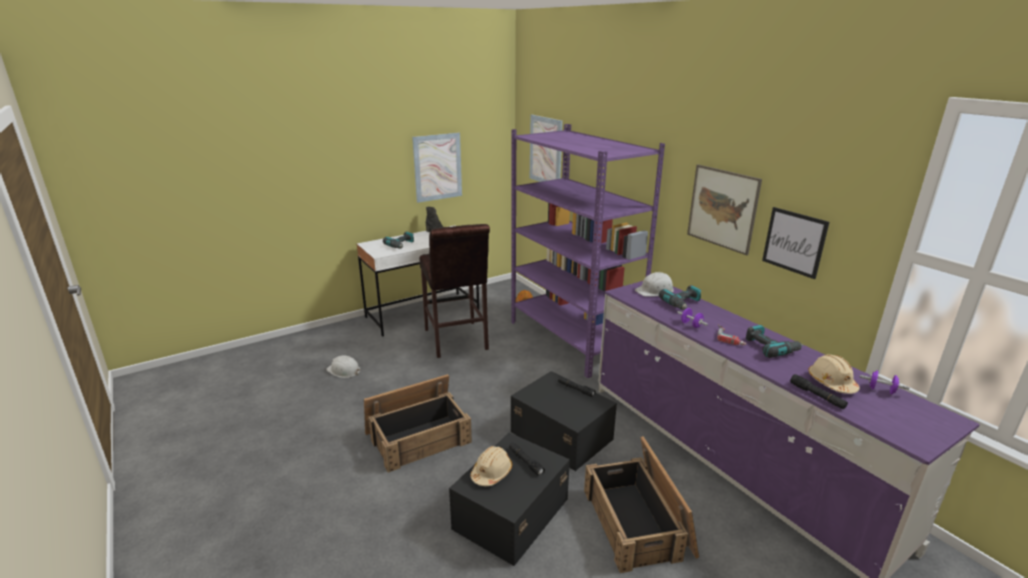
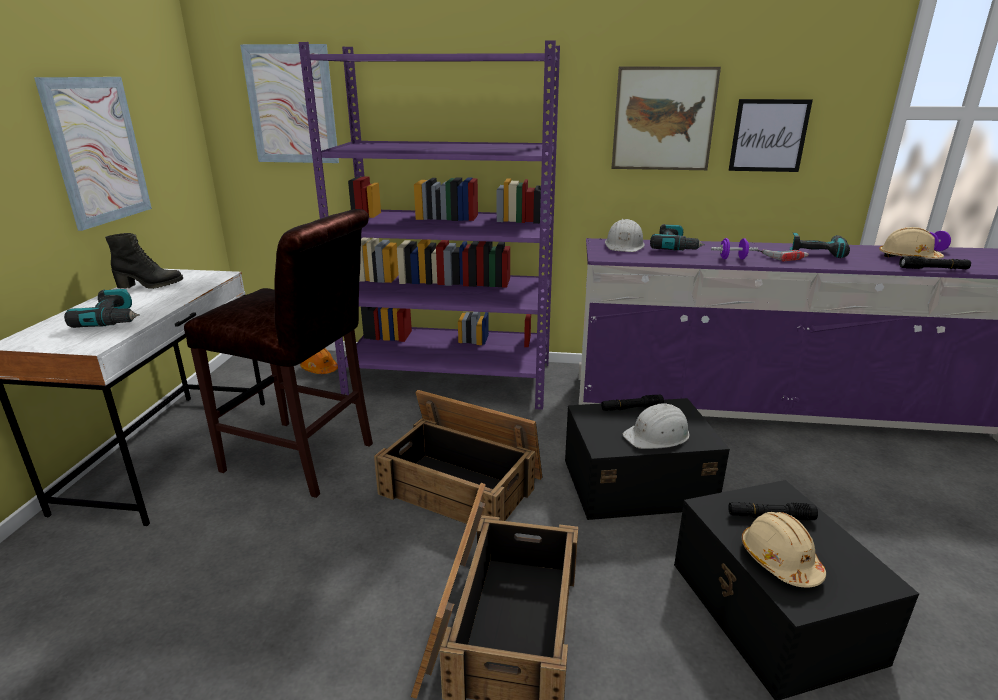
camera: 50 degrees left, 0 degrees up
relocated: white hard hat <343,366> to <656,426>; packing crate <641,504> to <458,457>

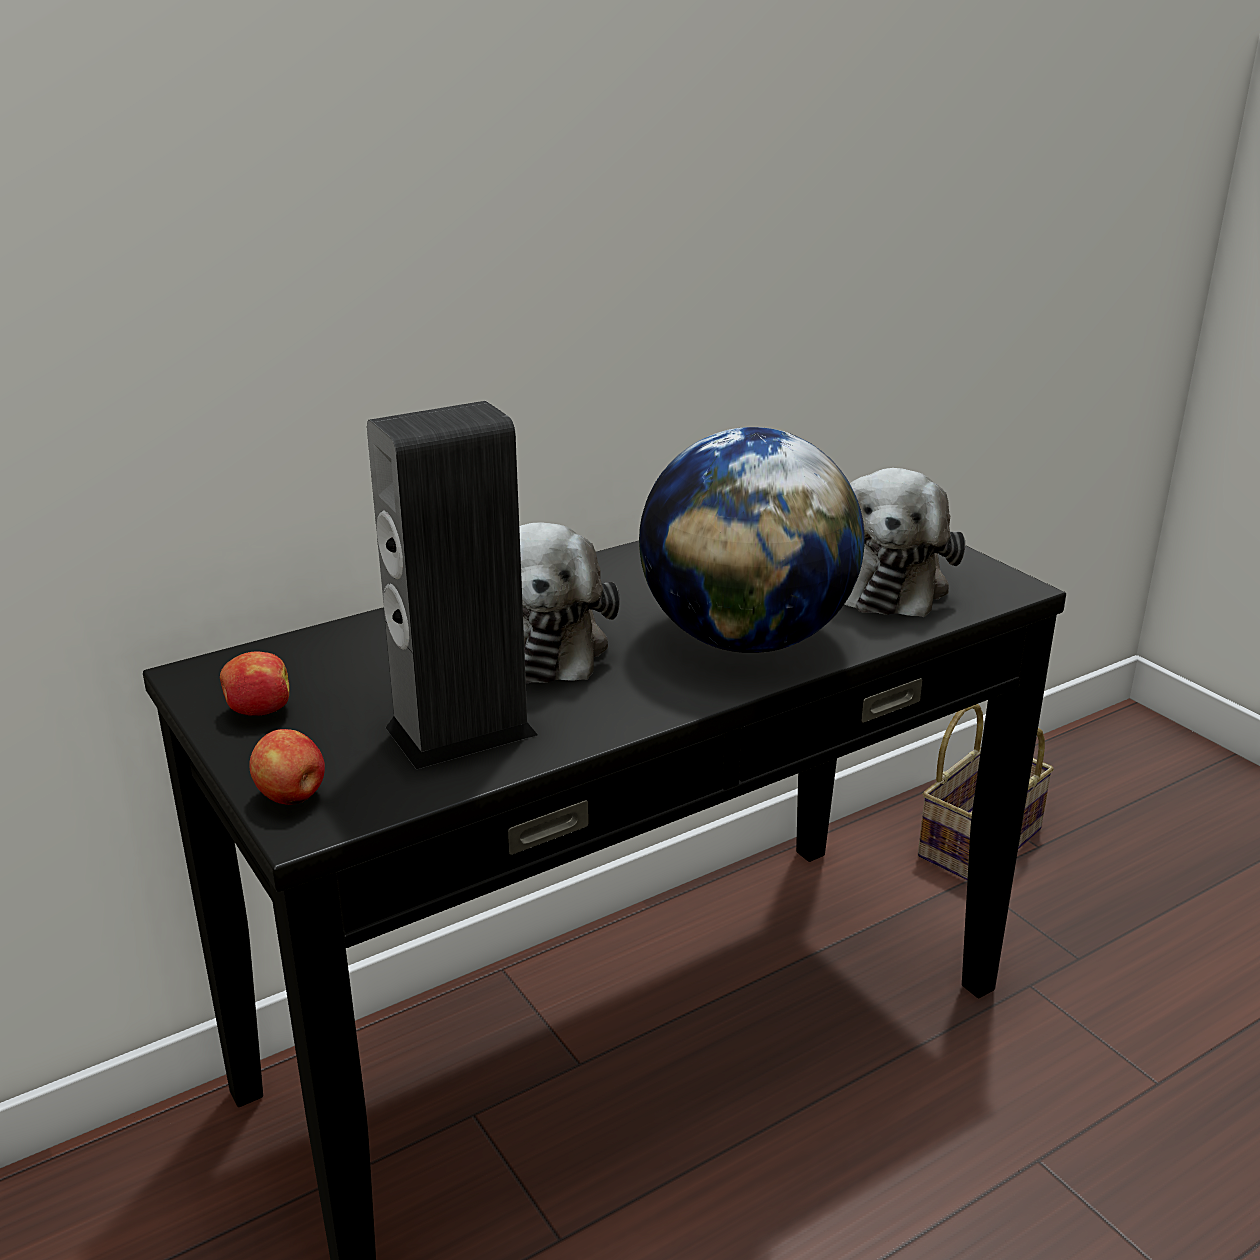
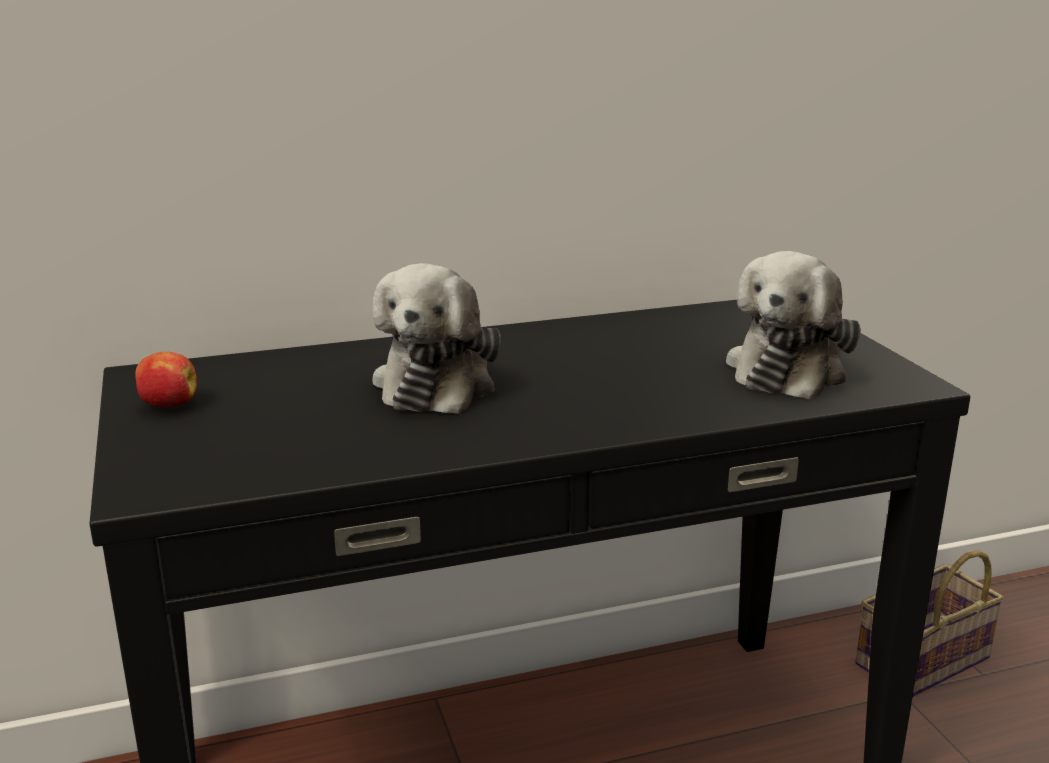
camera: 15 degrees right, 5 degrees down
missing: audio speaker <452,585>; desk globe <752,540>; apple fruit <287,767>

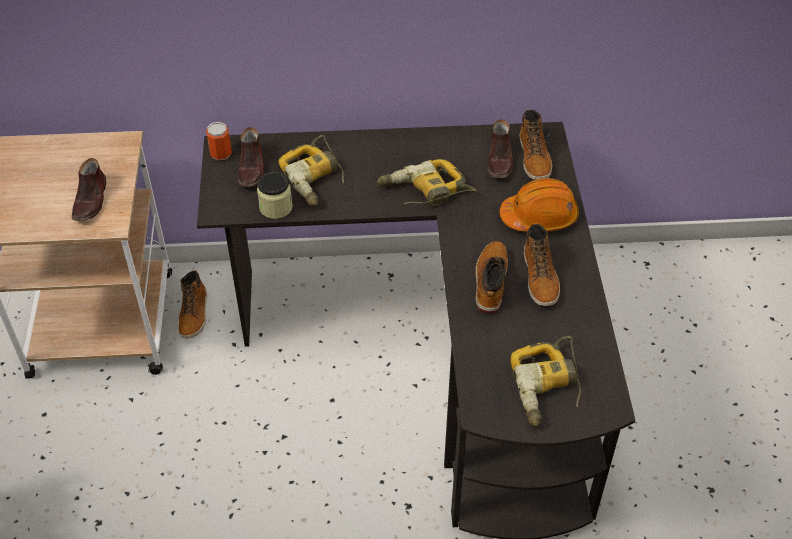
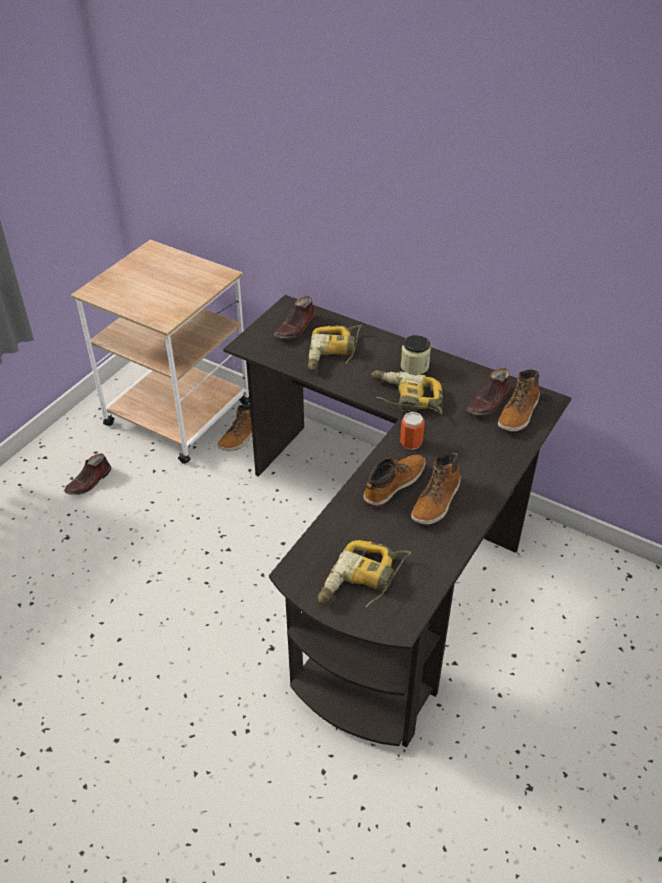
camera: 35 degrees right, 5 degrees down
missing: orange hard hat <539,205>
relocated: can <219,141> to <412,431>; brown-coloured shoe <89,189> to <87,474>; jar <275,195> to <416,355>

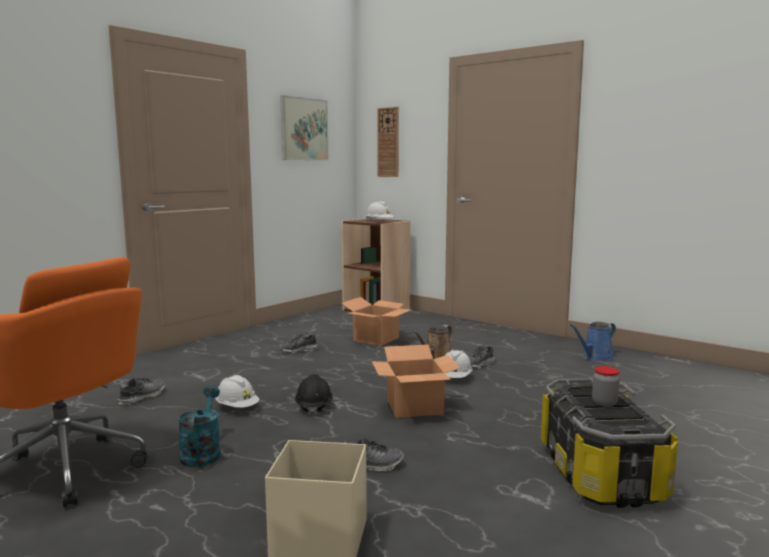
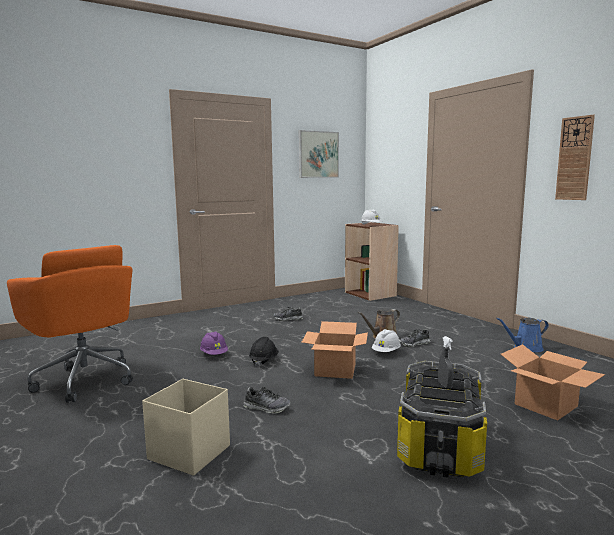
camera: 20 degrees right, 0 degrees up
missing: shoe <141,391>; turquoise-coloured watering can <199,426>
relocated: wall clock <388,142> to <575,157>; carton <377,321> to <553,382>
exchanged: jar <606,386> to gray sprayer <446,362>
colour: white hard hat <237,391> to purple hard hat <214,343>

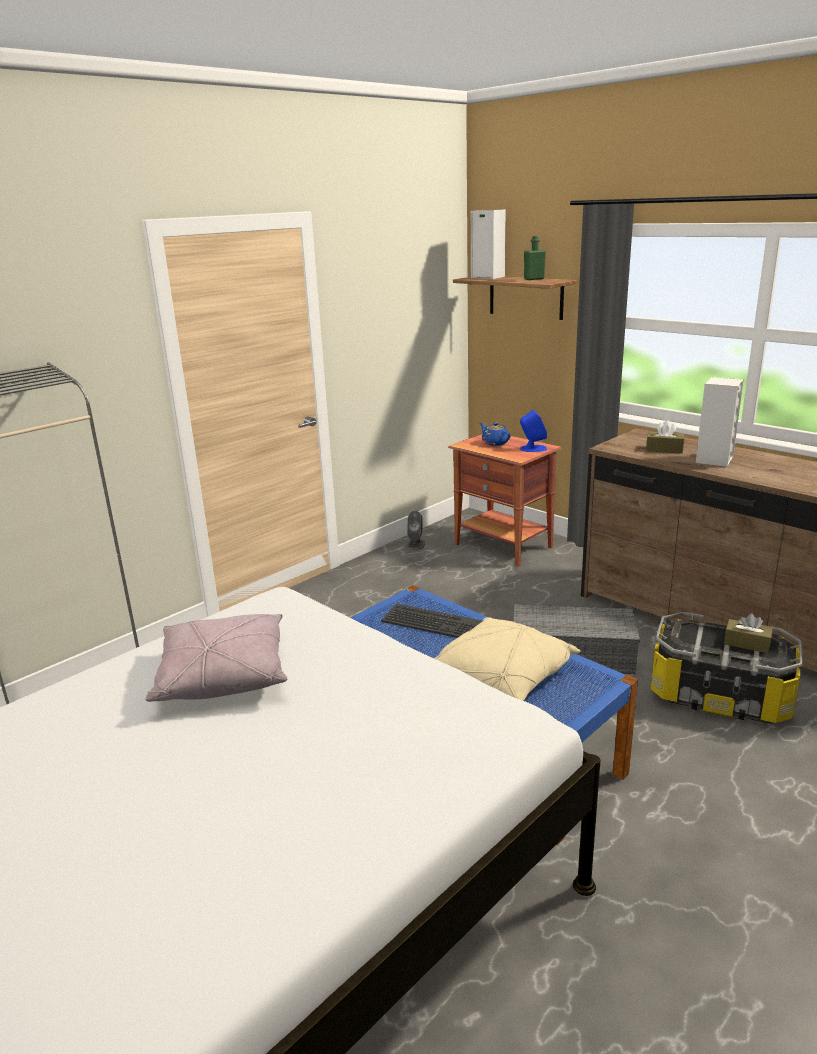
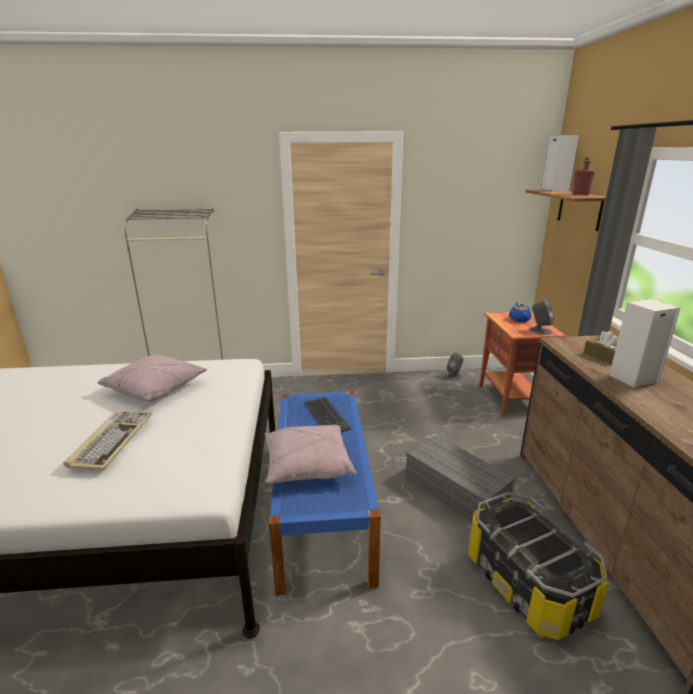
camera: 40 degrees right, 0 degrees up
missing: brown-coloured tissue box <748,633>
appeared: keyboard <108,440>
colour: green drink bottle <535,258> to reddish drink bottle <583,176>; bluish audio speaker <533,431> to gray audio speaker <541,317>; beige-coloured throw pillow <507,659> to purple throw pillow <310,454>

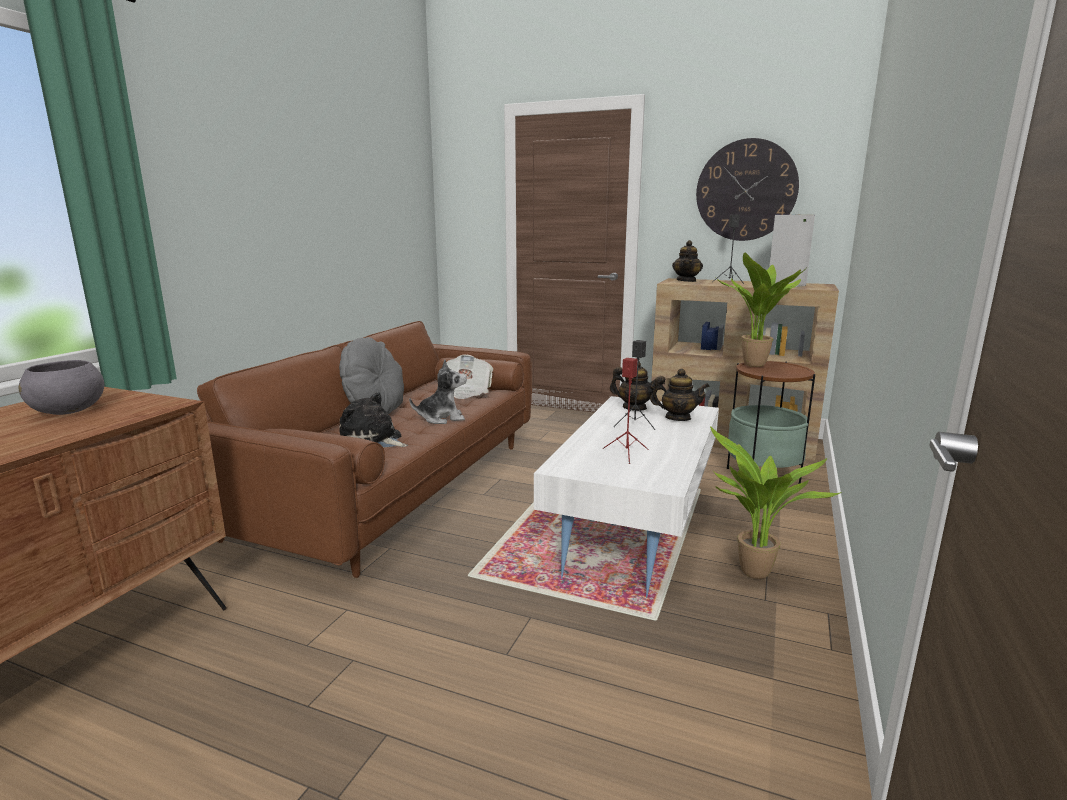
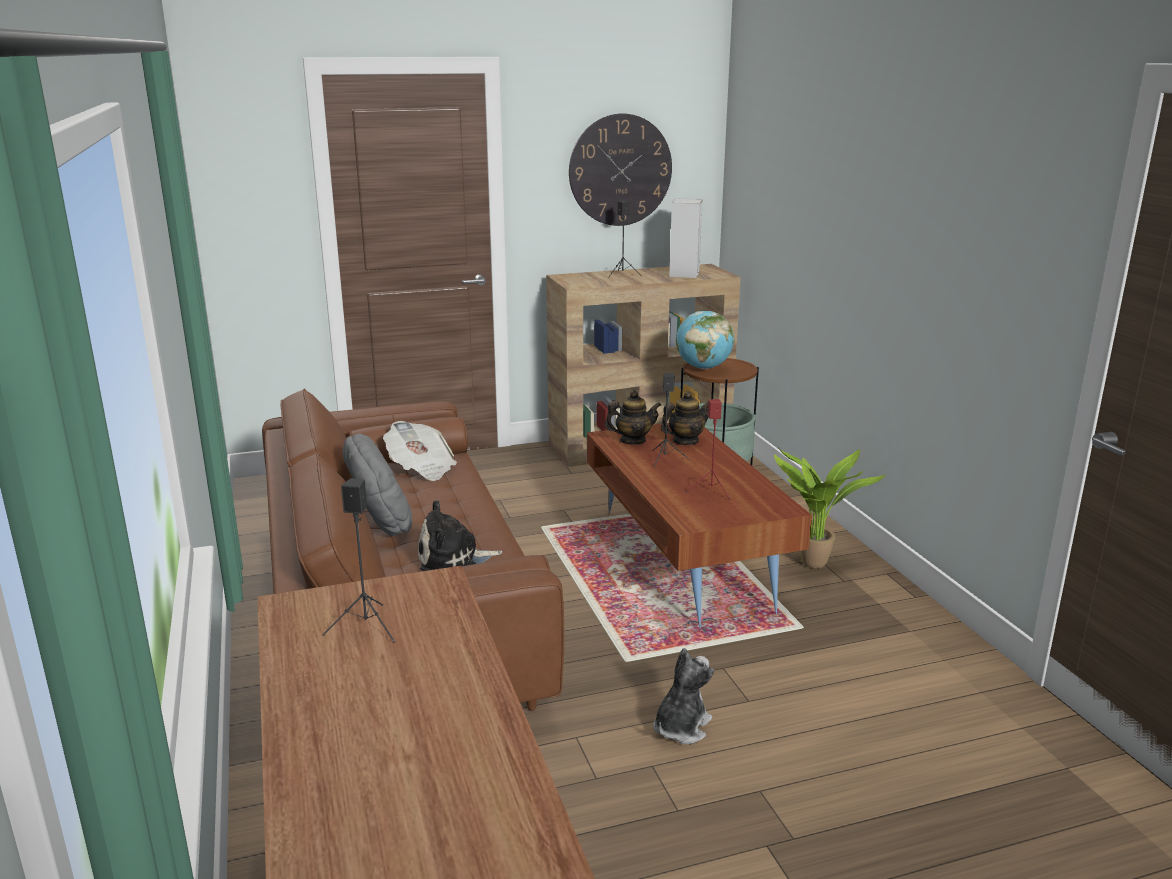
camera: 40 degrees left, 5 degrees up
missing: tea pot <687,261>
relocated: cuddly toy <438,392> to <683,696>
exchanged: plant in a pot <759,310> to desk globe <705,340>; gray deep dish <61,387> to black audio speaker <358,560>
colour: white lounge table <626,497> to brown-coloured lounge table <699,526>

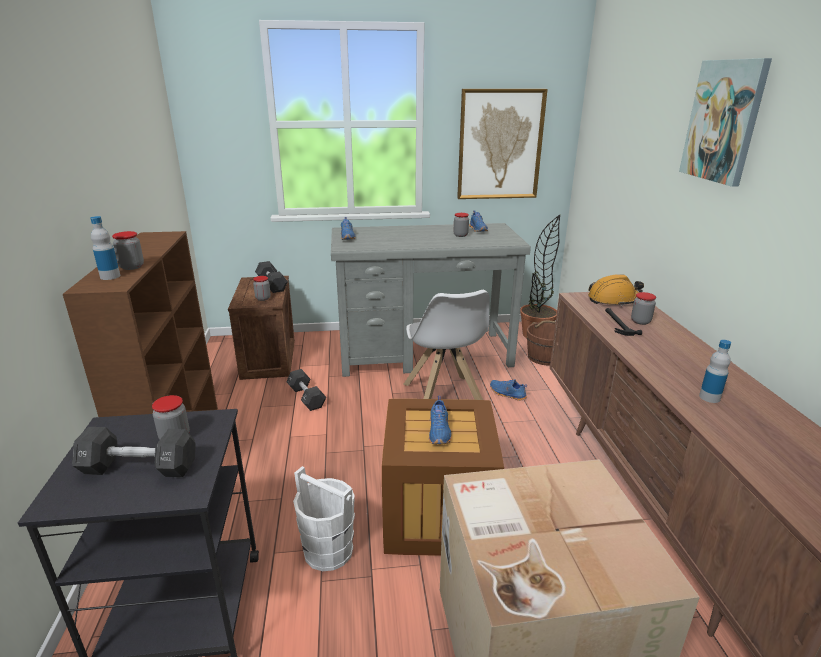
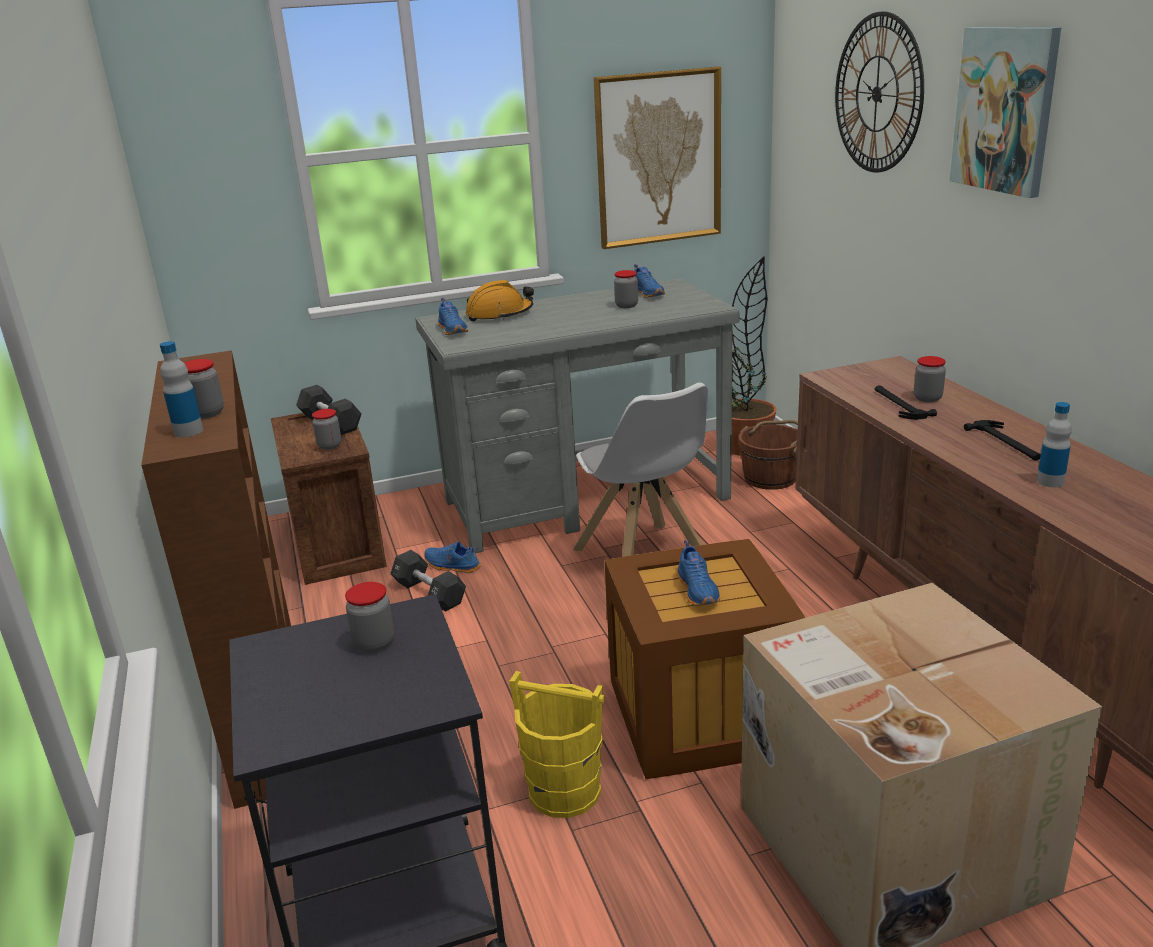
camera: 10 degrees left, 0 degrees up
missing: black hand weight <134,452>
appeared: wall clock <879,92>; tool hammer <1002,440>
relocated: orange hard hat <616,291> to <500,301>; bluish shoe <508,390> to <452,557>
colour: white bucket <324,518> to yellowish bucket <557,744>

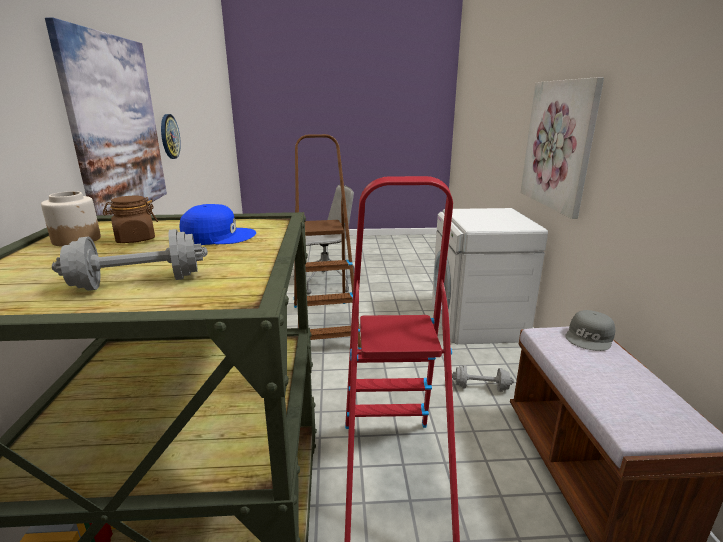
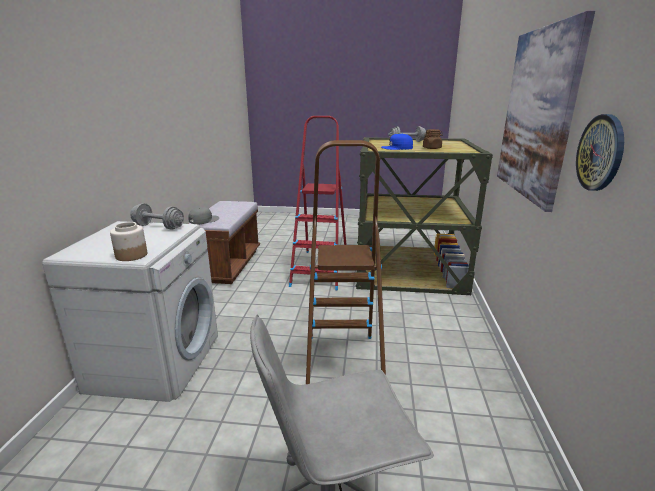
camera: 170 degrees left, 0 degrees up
missing: wall art <562,148>
relocated: jar <71,219> to <128,241>; gray hand weight <483,378> to <157,216>

